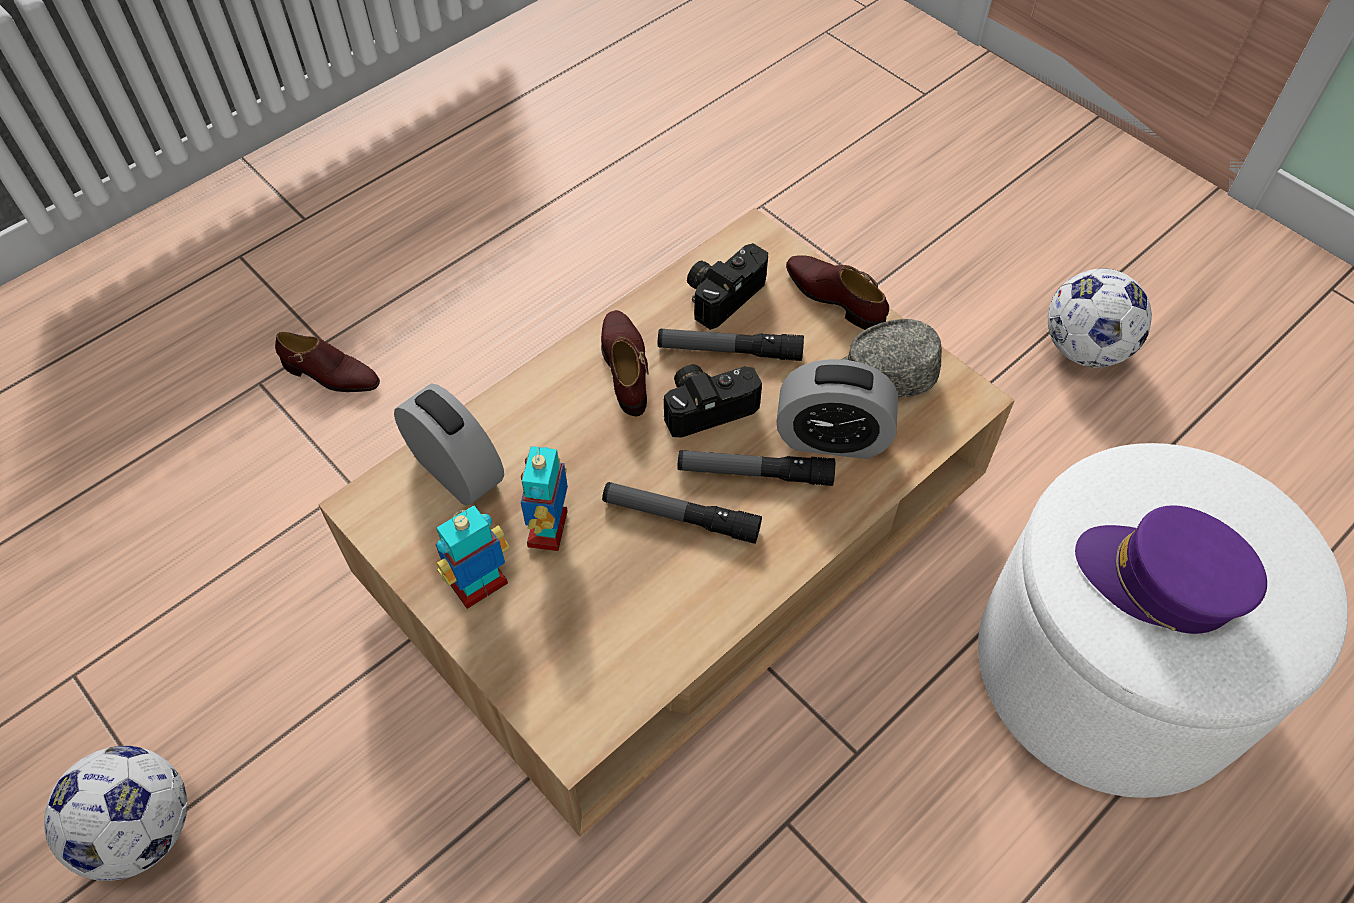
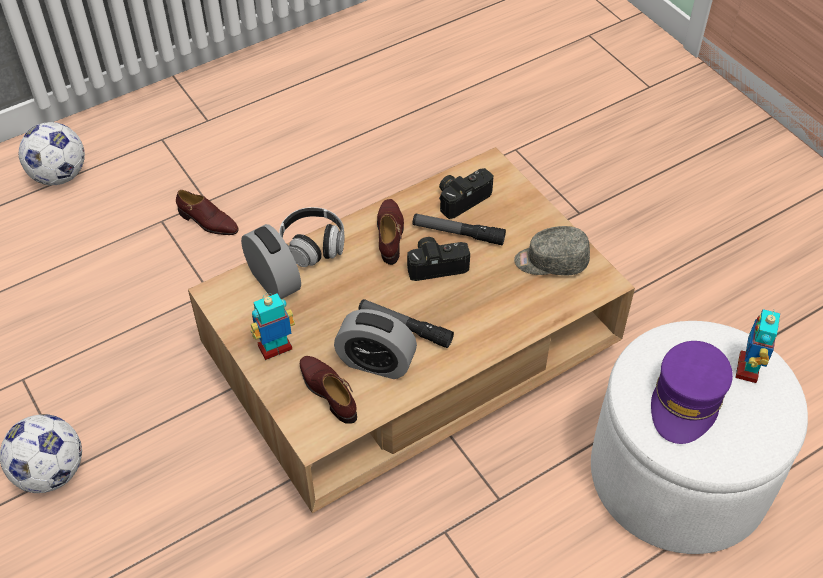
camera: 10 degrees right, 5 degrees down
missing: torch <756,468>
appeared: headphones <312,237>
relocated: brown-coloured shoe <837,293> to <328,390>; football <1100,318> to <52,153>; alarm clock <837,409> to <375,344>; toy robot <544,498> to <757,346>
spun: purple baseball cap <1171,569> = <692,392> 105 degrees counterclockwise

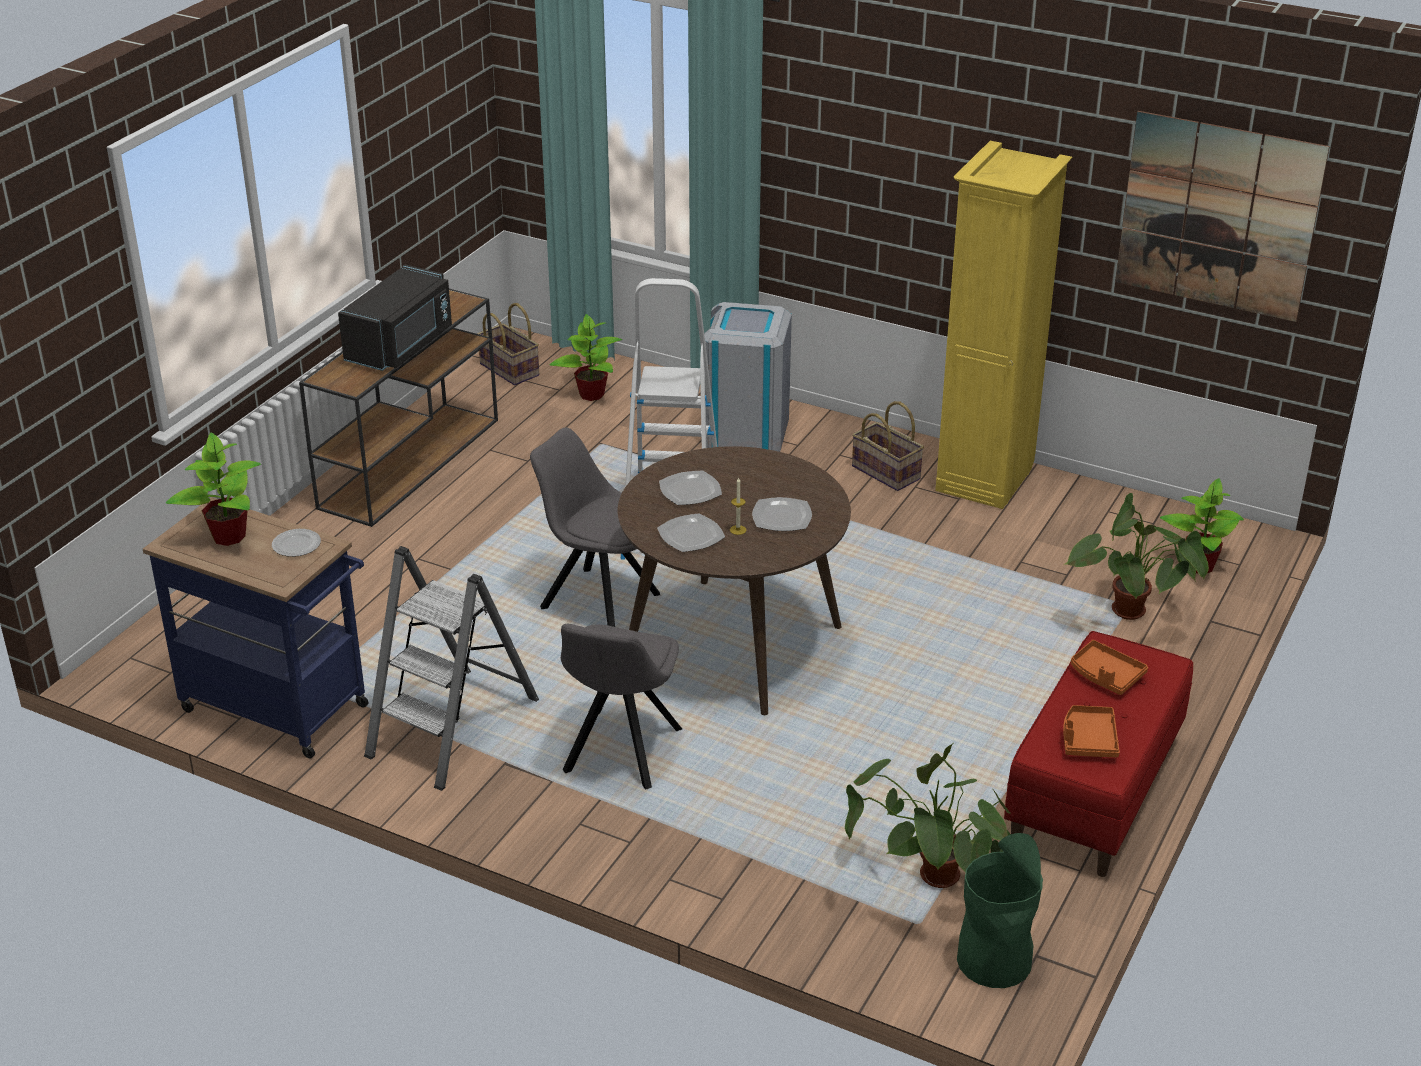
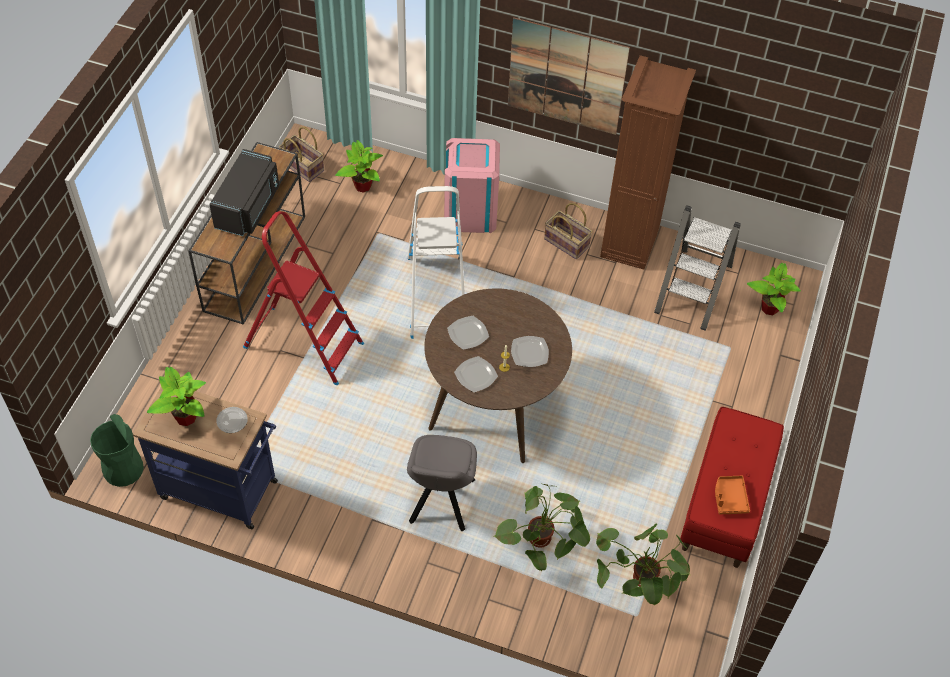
camera: 10 degrees left, 20 degrees up
missing: gray plain chair <595,527>; orange carrying tray <1109,667>
appeared: reddish stepladder <303,298>
relocated: wall art <1222,216> to <569,76>; plant in a pot <1136,556> to <542,527>; gray stepladder <451,668> to <697,268>; green rubbish bin <1000,910> to <117,450>
colour: yellowish cupboard <1003,325> to brown-coloured cupboard <648,162>; gray rubbish bin <748,377> to pink-coloured rubbish bin <472,185>

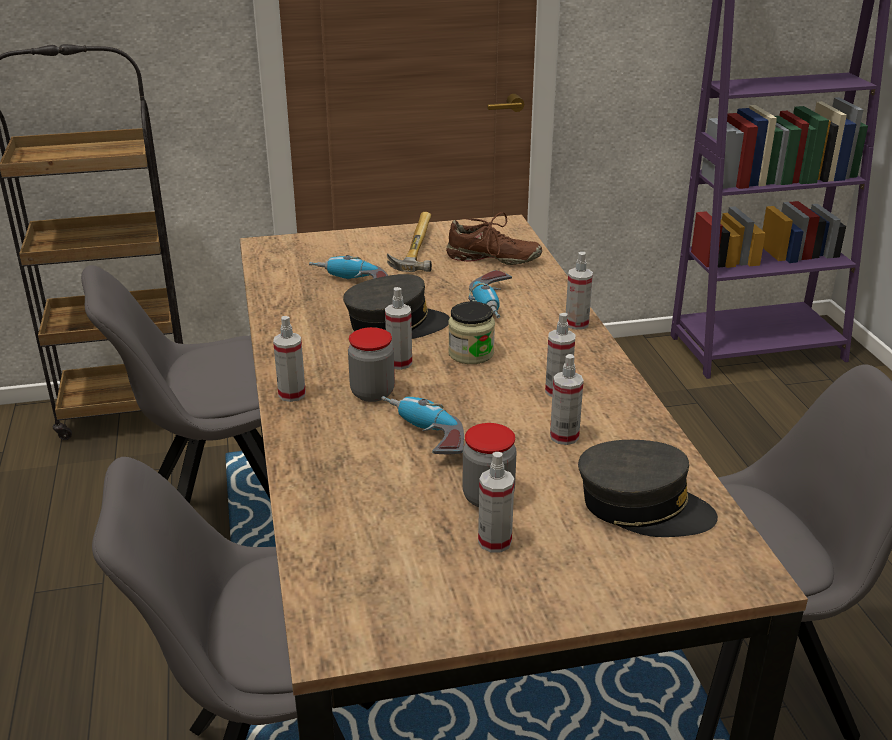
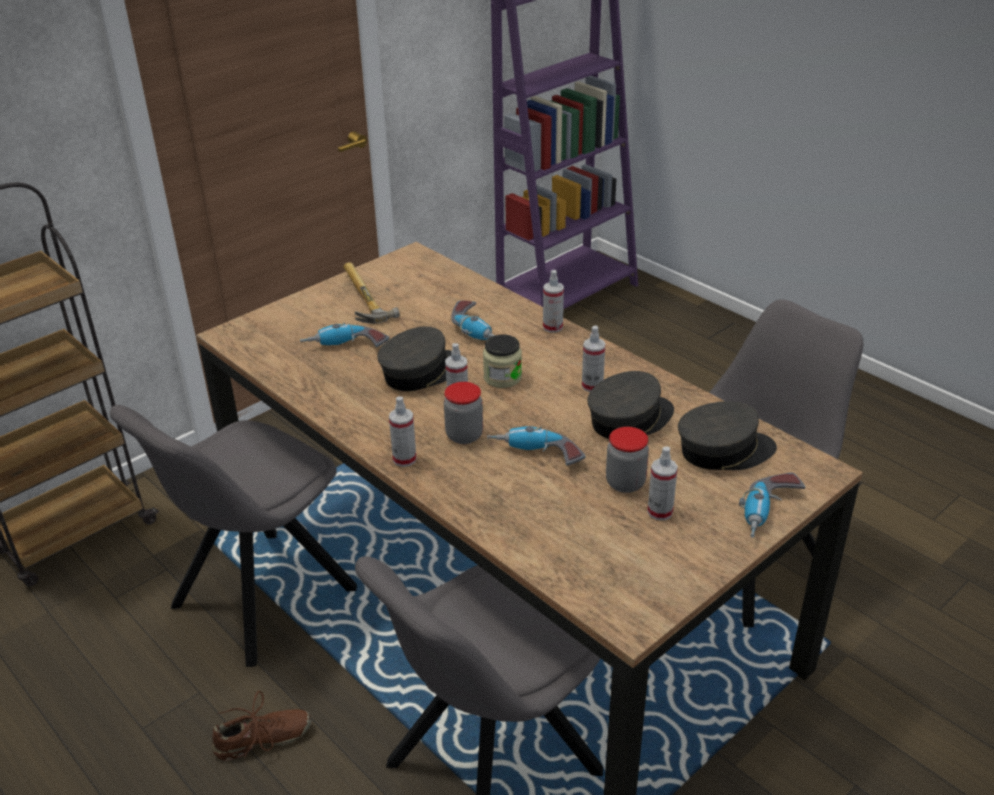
camera: 30 degrees left, 5 degrees up
appeared: drill <772,505>
relocated: brown-coloured shoe <494,238> to <262,725>
exchanged: sprayer <567,399> to gray baseball cap <631,405>

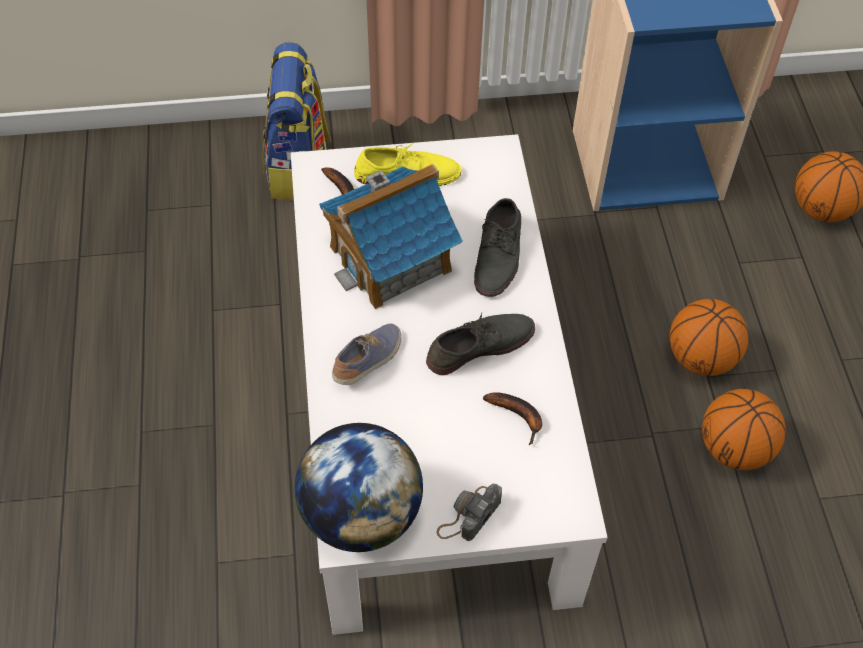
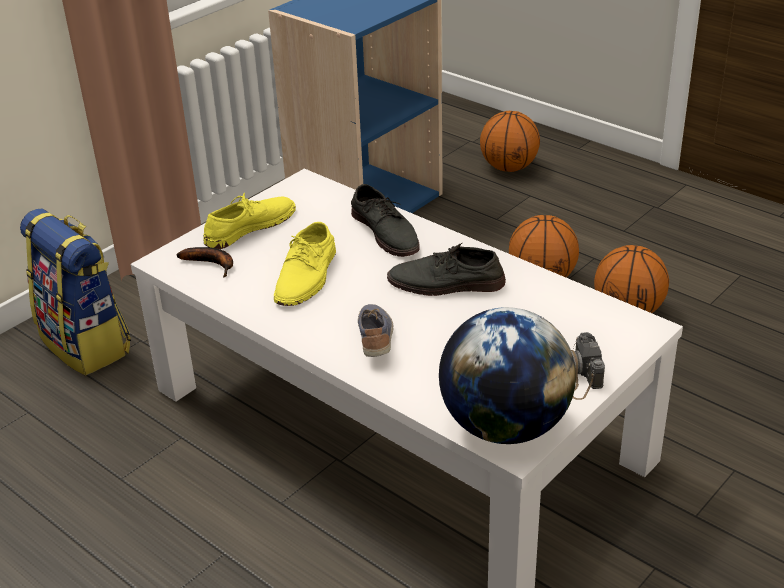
camera: 40 degrees left, 20 degrees down
missing: whole banana <512,418>
exchanged: miniature house <391,236> to yellowish shoe <305,264>
spun: gray shoe <480,344> = <446,269> 105 degrees counterclockwise

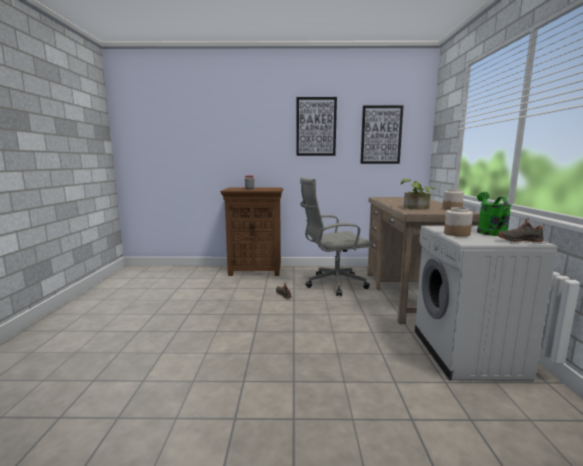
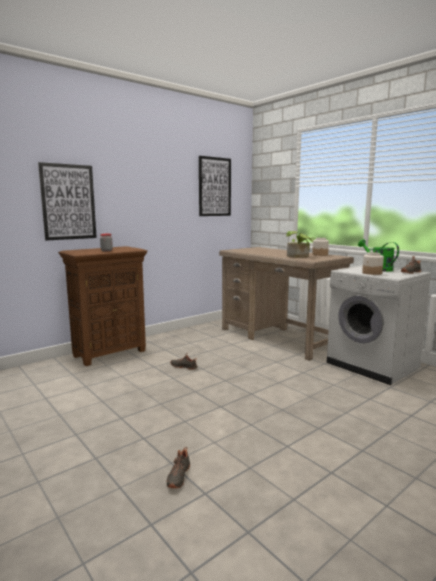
camera: 40 degrees left, 0 degrees up
missing: gray office chair <336,236>
appeared: black shoe <178,467>
relocated: wall art <316,126> to <67,201>

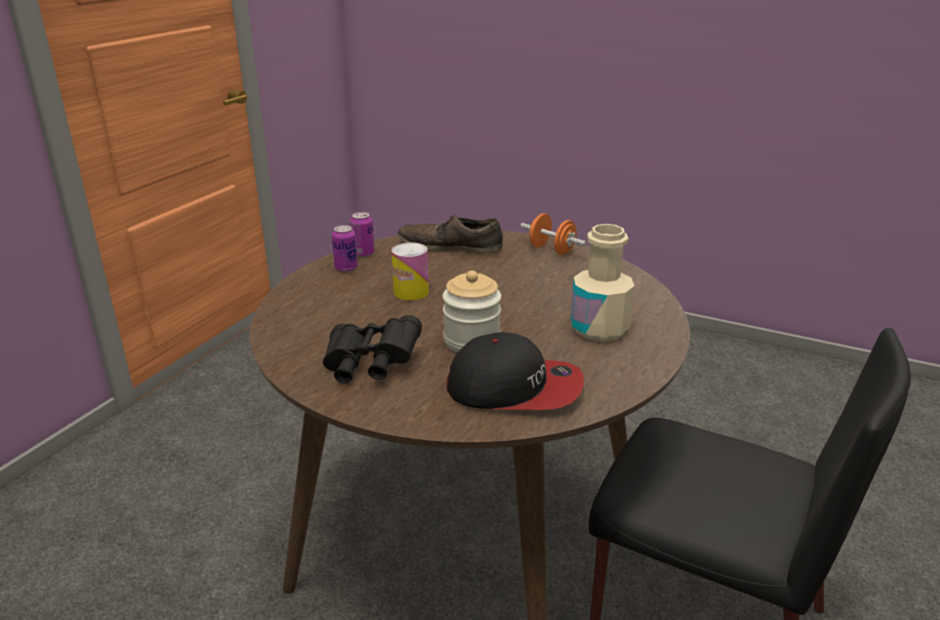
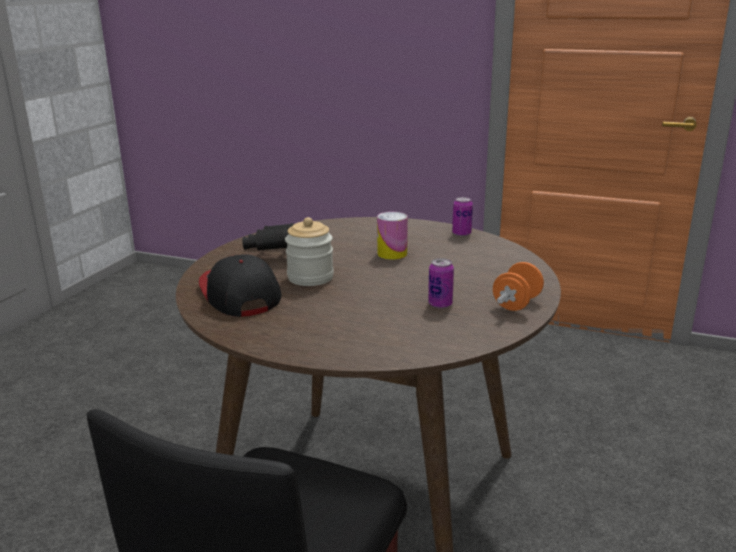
camera: 85 degrees right, 5 degrees down
missing: brown-coloured shoe <450,233>; beige-coloured drink bottle <602,283>
relocated: can <345,248> to <441,283>
spun: baseball cap <515,371> = <240,286> 150 degrees clockwise

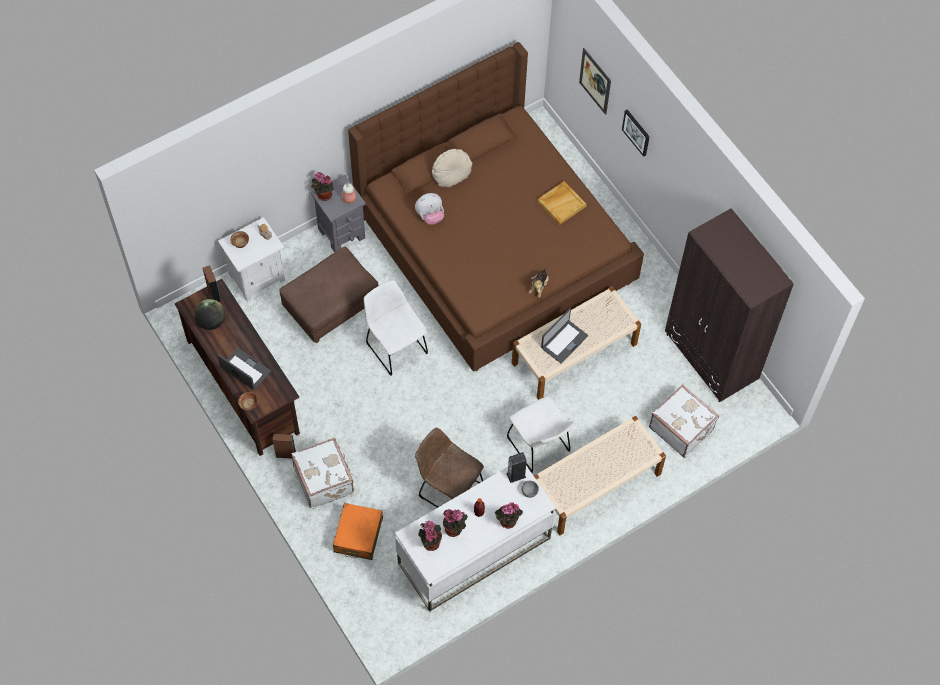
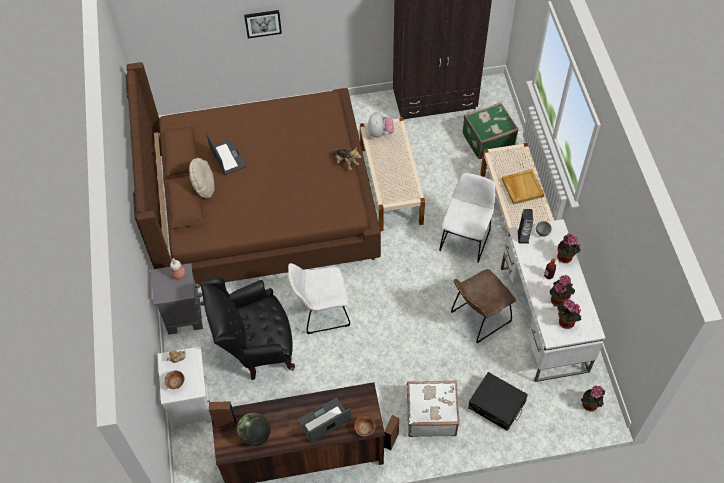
camera: 65 degrees left, 5 degrees down
missing: wall art <595,81>
relocated: plant in a pot <322,186> to <593,399>; beige-coloured carrying tray <561,203> to <523,187>; cuddly toy <429,209> to <381,125>; portable computer <564,336> to <226,154>
exchanged: brown-coloured ottoman <329,295> to black easy chair <247,329>
colour: white travel case <684,421> to green travel case <491,130>; orange travel case <358,531> to black travel case <498,401>
spun: white plain chair <541,434> = <467,218> 60 degrees counterclockwise

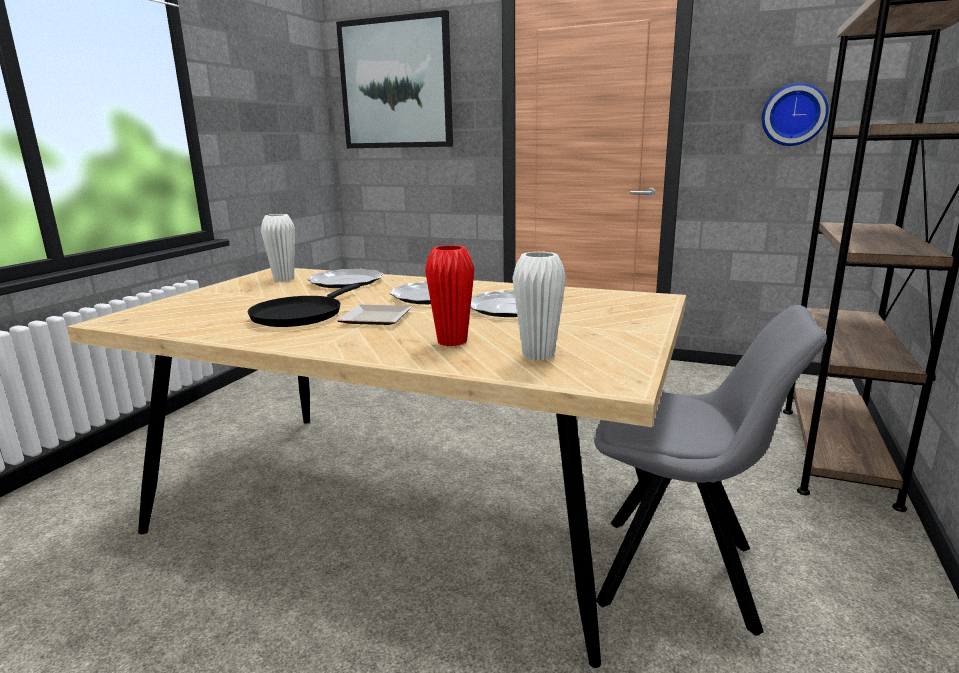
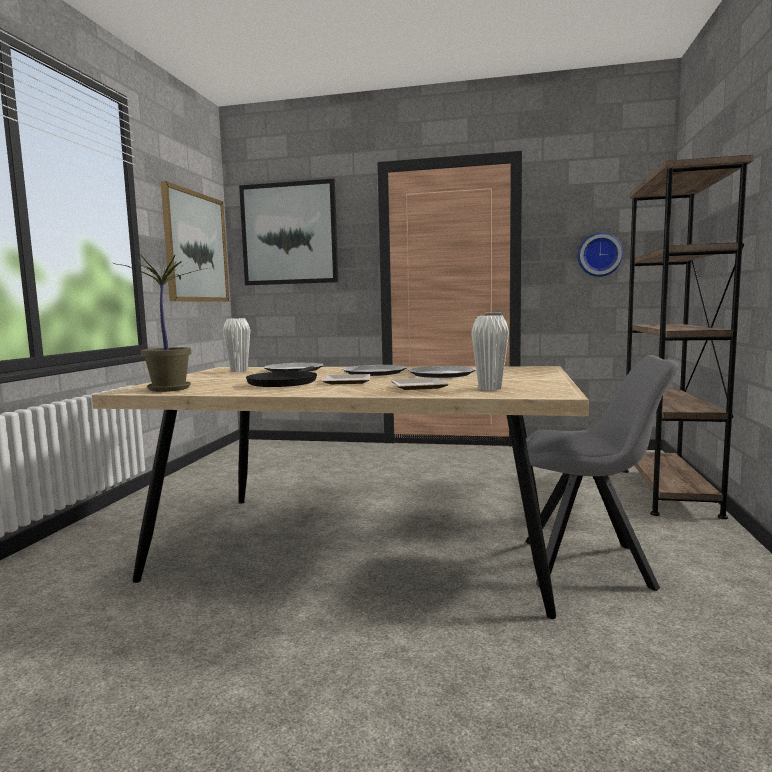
camera: 10 degrees left, 10 degrees down
appeared: wall art <195,241>; plant in a pot <160,323>
exchanged: reddish flower vase <450,295> to dinner plate <420,384>

